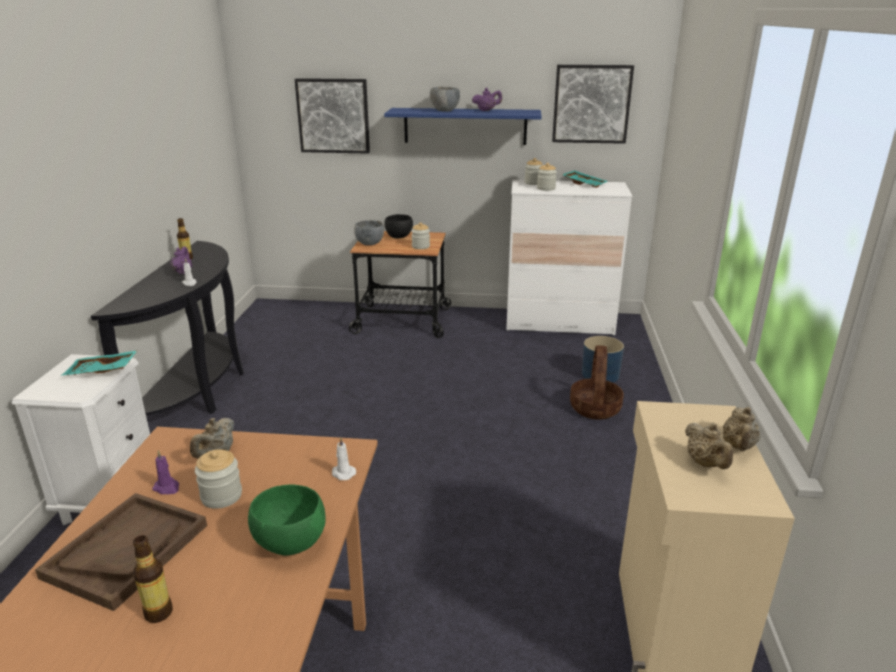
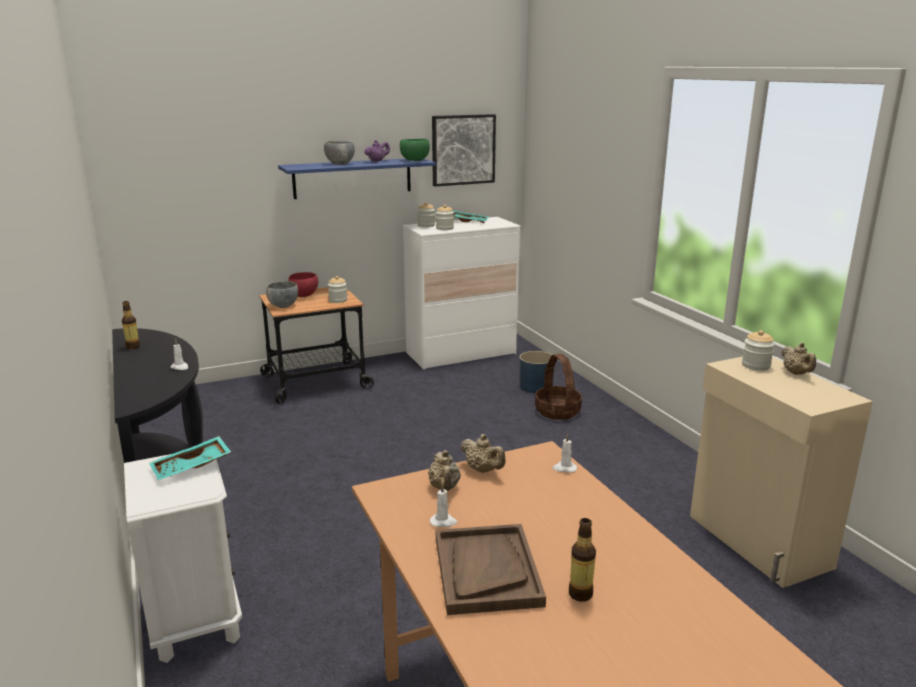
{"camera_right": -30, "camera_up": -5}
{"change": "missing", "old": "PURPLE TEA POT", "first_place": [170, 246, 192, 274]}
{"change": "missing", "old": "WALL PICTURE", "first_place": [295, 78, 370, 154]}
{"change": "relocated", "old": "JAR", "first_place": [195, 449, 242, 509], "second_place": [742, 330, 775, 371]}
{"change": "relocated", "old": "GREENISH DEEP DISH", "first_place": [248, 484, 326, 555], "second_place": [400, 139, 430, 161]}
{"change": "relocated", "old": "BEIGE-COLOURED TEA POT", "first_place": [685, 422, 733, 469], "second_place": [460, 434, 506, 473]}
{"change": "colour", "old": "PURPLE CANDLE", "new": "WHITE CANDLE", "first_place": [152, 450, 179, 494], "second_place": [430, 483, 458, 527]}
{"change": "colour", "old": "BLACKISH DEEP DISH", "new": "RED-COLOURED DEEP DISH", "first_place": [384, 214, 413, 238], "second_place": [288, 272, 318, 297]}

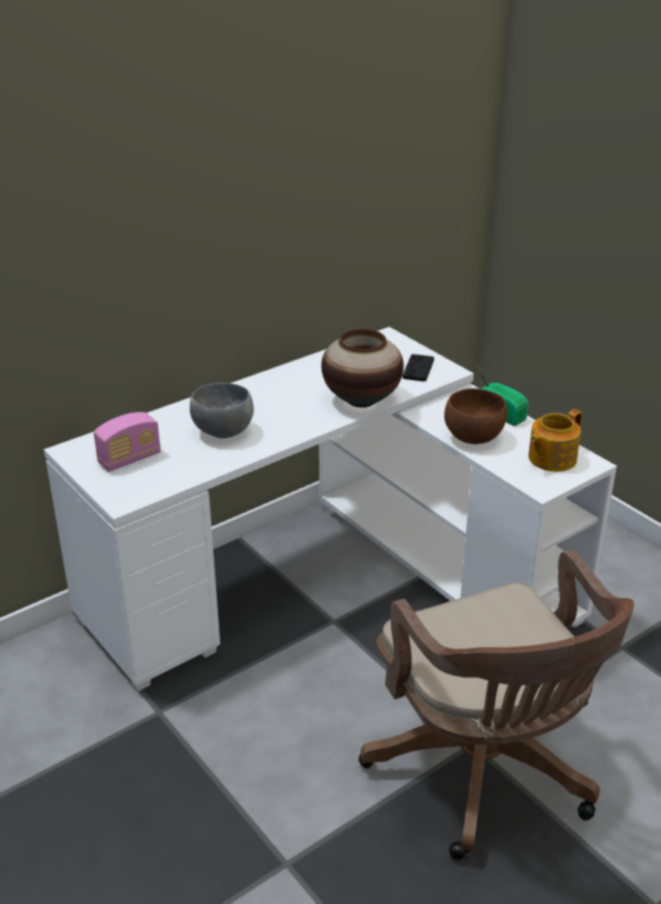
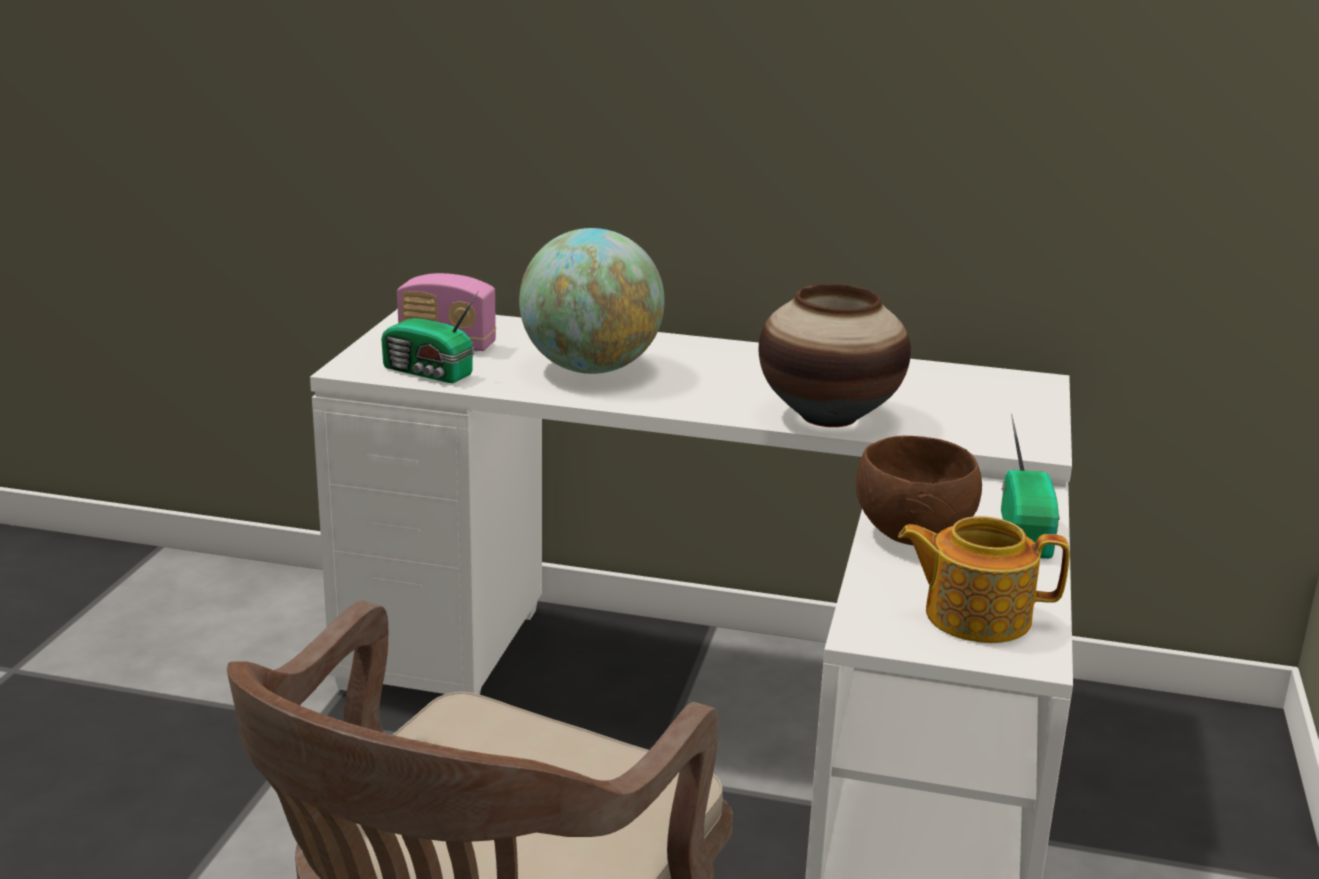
{"camera_right": 50, "camera_up": -10}
{"change": "missing", "old": "BLACKISH GAME CONTROLLER", "first_place": [402, 354, 434, 382]}
{"change": "appeared", "new": "RADIO RECEIVER", "second_place": [381, 291, 479, 383]}
{"change": "exchanged", "old": "GREY DEEP DISH", "new": "WORLD GLOBE", "first_place": [190, 383, 254, 438], "second_place": [519, 228, 665, 374]}

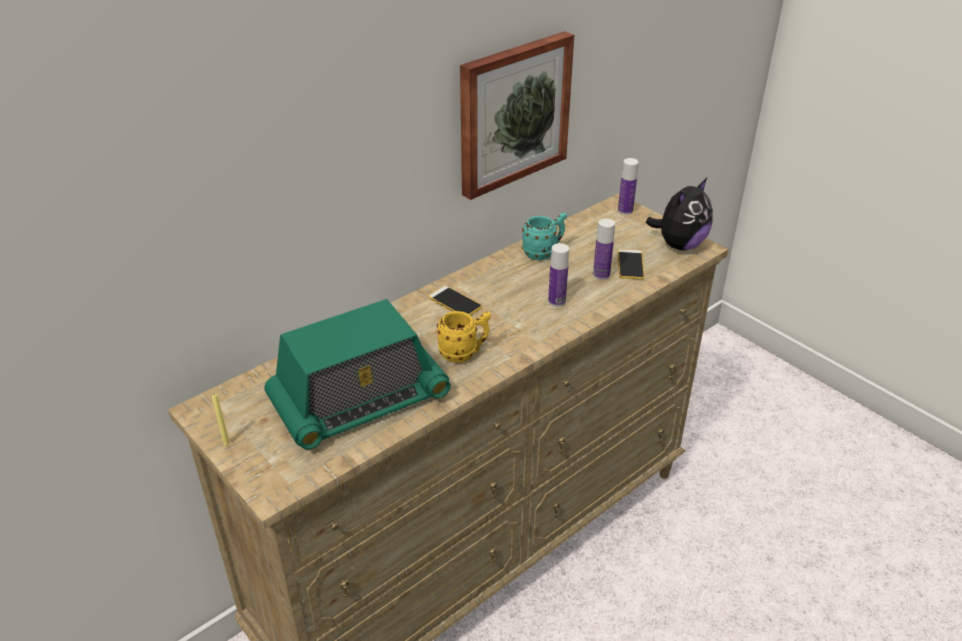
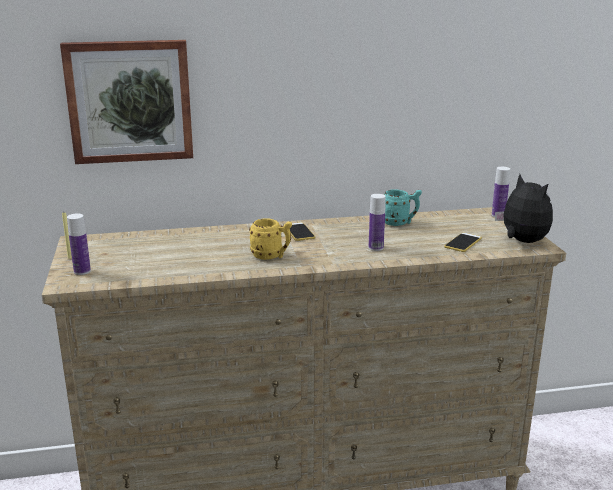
{"camera_right": 30, "camera_up": -15}
{"change": "missing", "old": "RADIO RECEIVER", "first_place": [264, 299, 451, 450]}
{"change": "relocated", "old": "WALL PICTURE", "first_place": [460, 31, 574, 200], "second_place": [60, 40, 193, 164]}
{"change": "relocated", "old": "BOTTLE", "first_place": [593, 219, 615, 280], "second_place": [67, 213, 91, 275]}
{"change": "spun", "old": "SOFT TOY", "first_place": [646, 178, 713, 250], "second_place": [495, 174, 553, 243], "degrees": -105}

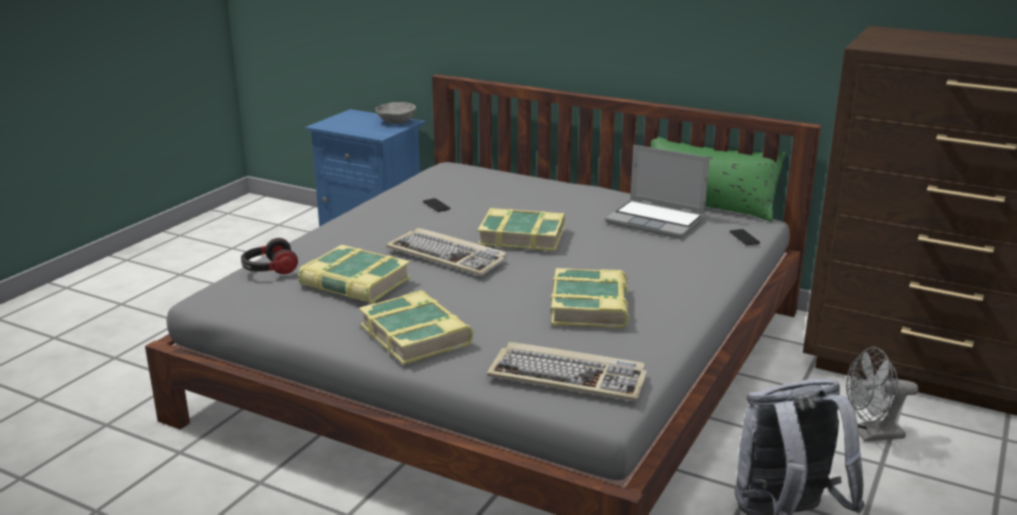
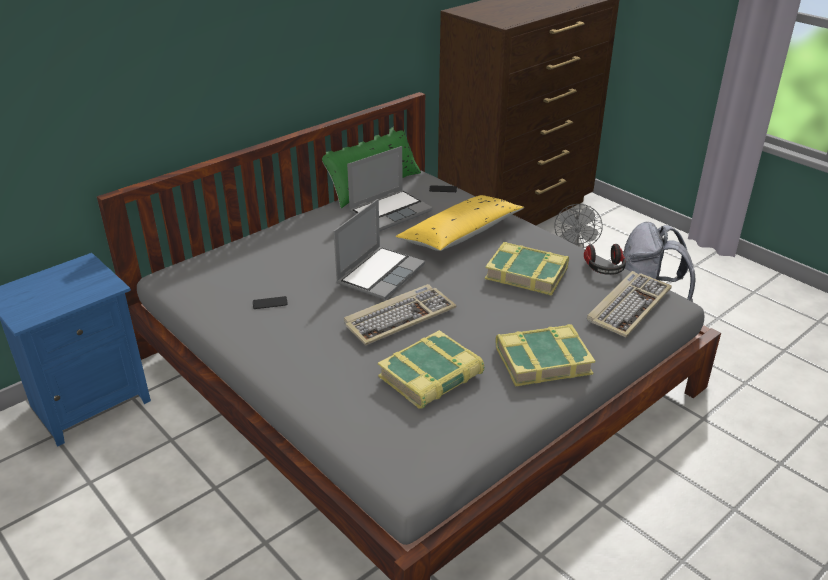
{"camera_right": -70, "camera_up": 10}
{"change": "missing", "old": "GREY DEEP DISH", "first_place": [375, 102, 416, 124]}
{"change": "appeared", "new": "YELLOW-COLOURED PILLOW", "second_place": [396, 195, 524, 251]}
{"change": "relocated", "old": "HEADPHONES", "first_place": [241, 238, 298, 274], "second_place": [584, 244, 626, 275]}
{"change": "exchanged", "old": "VOLUME", "new": "PORTABLE COMPUTER", "first_place": [478, 208, 565, 251], "second_place": [334, 199, 425, 300]}

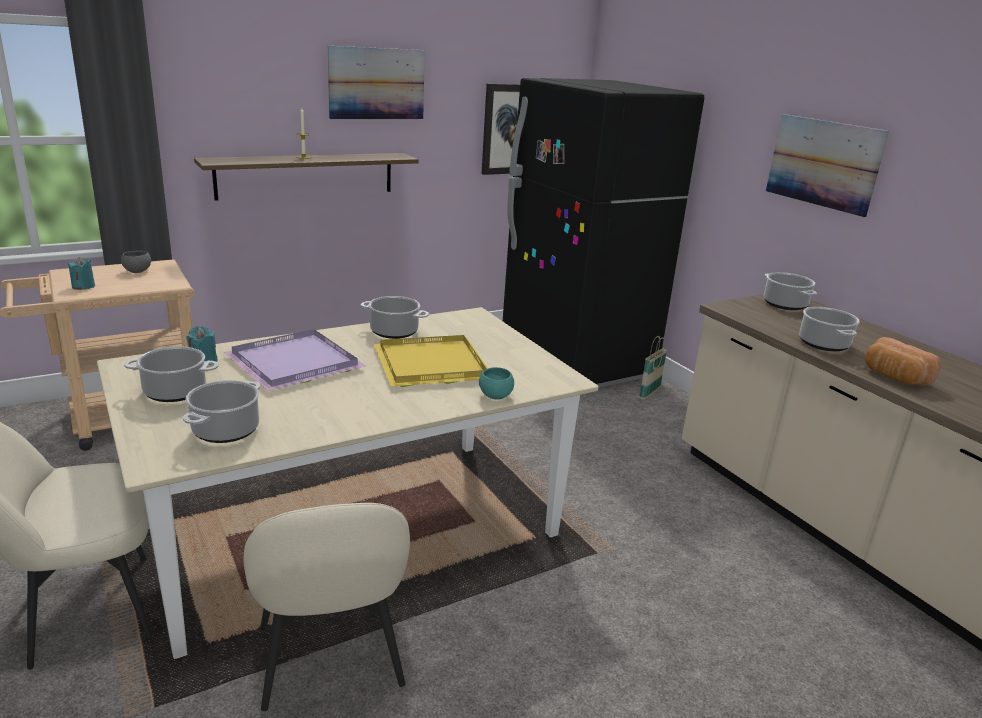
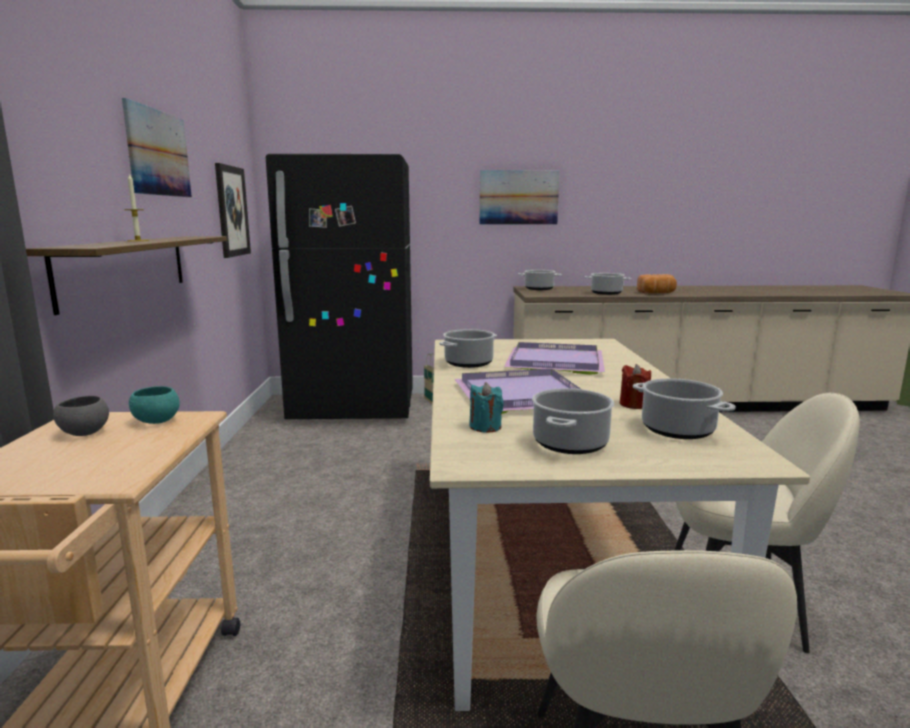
{"camera_right": -60, "camera_up": -10}
{"change": "missing", "old": "TURQUOISE CANDLE", "first_place": [68, 257, 95, 290]}
{"change": "appeared", "new": "RED-COLOURED CANDLE", "second_place": [620, 364, 651, 409]}
{"change": "relocated", "old": "TURQUOISE DEEP DISH", "first_place": [479, 367, 514, 400], "second_place": [129, 386, 180, 424]}
{"change": "colour", "old": "YELLOW-COLOURED TRAY", "new": "PURPLE TRAY", "first_place": [374, 335, 488, 387], "second_place": [504, 342, 605, 375]}

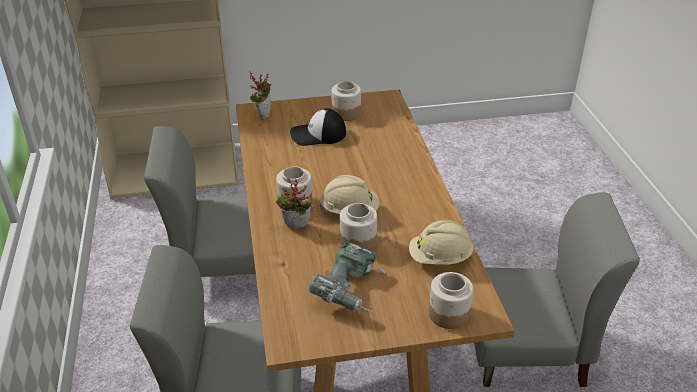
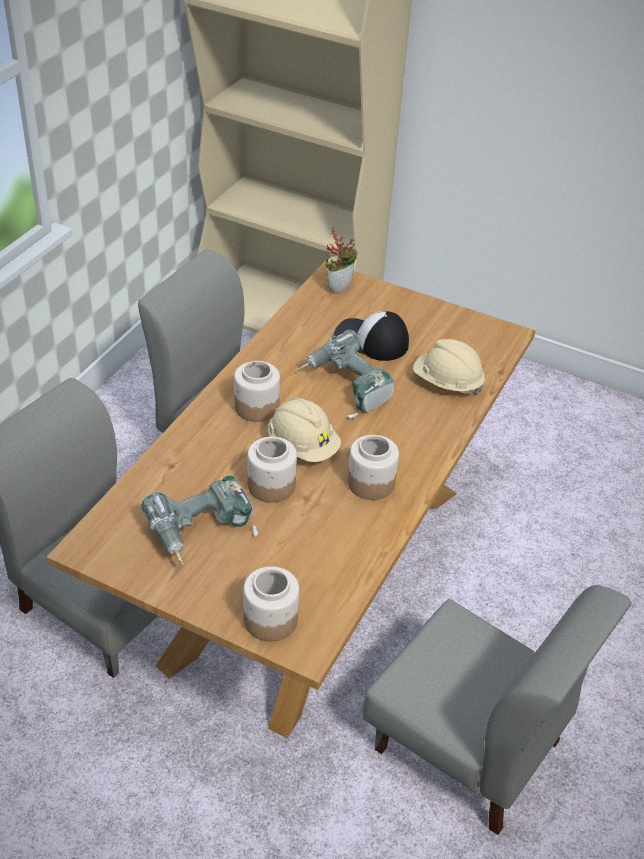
{"camera_right": 35, "camera_up": 5}
{"change": "missing", "old": "PLANT IN A POT", "first_place": [276, 178, 311, 228]}
{"change": "appeared", "new": "DRILL", "second_place": [298, 329, 394, 419]}
{"change": "relocated", "old": "JAR", "first_place": [331, 81, 361, 121], "second_place": [348, 435, 399, 500]}
{"change": "relocated", "old": "BEIGE-COLOURED HARD HAT", "first_place": [409, 220, 473, 265], "second_place": [413, 339, 485, 395]}

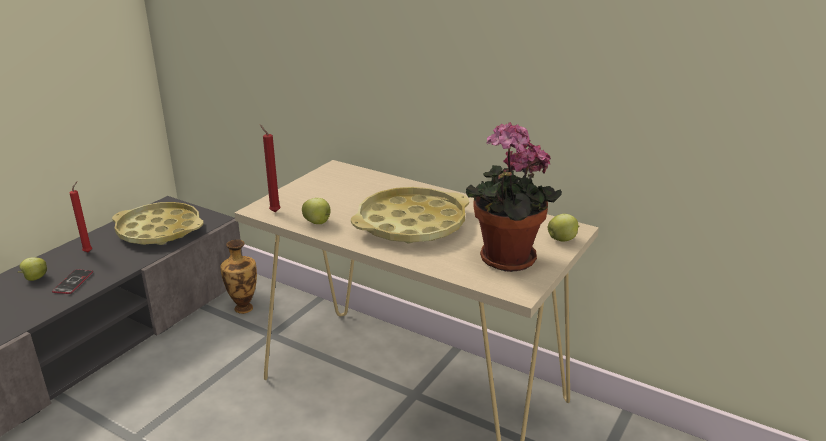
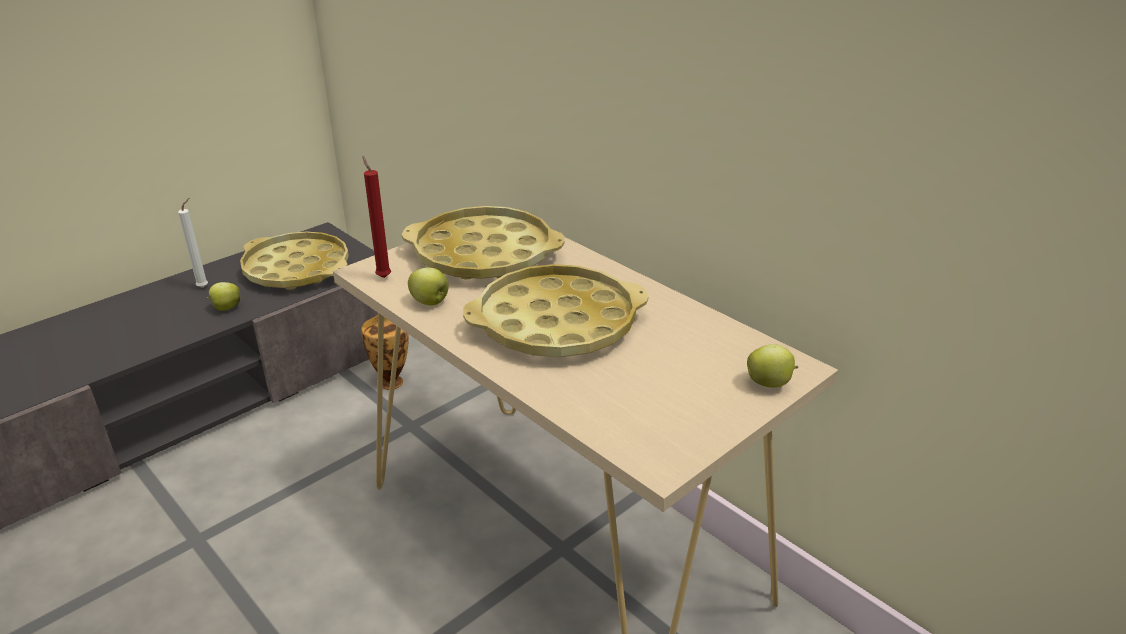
{"camera_right": 15, "camera_up": 5}
{"change": "missing", "old": "TELEPHONE", "first_place": [52, 269, 93, 294]}
{"change": "missing", "old": "PLANT IN A POT", "first_place": [466, 122, 562, 272]}
{"change": "appeared", "new": "YELLOW-COLOURED TRAY", "second_place": [402, 206, 564, 280]}
{"change": "relocated", "old": "APPLE FRUIT", "first_place": [18, 257, 47, 281], "second_place": [206, 282, 240, 311]}
{"change": "colour", "old": "RED-COLOURED CANDLE", "new": "WHITE CANDLE", "first_place": [69, 182, 92, 252], "second_place": [178, 198, 208, 288]}

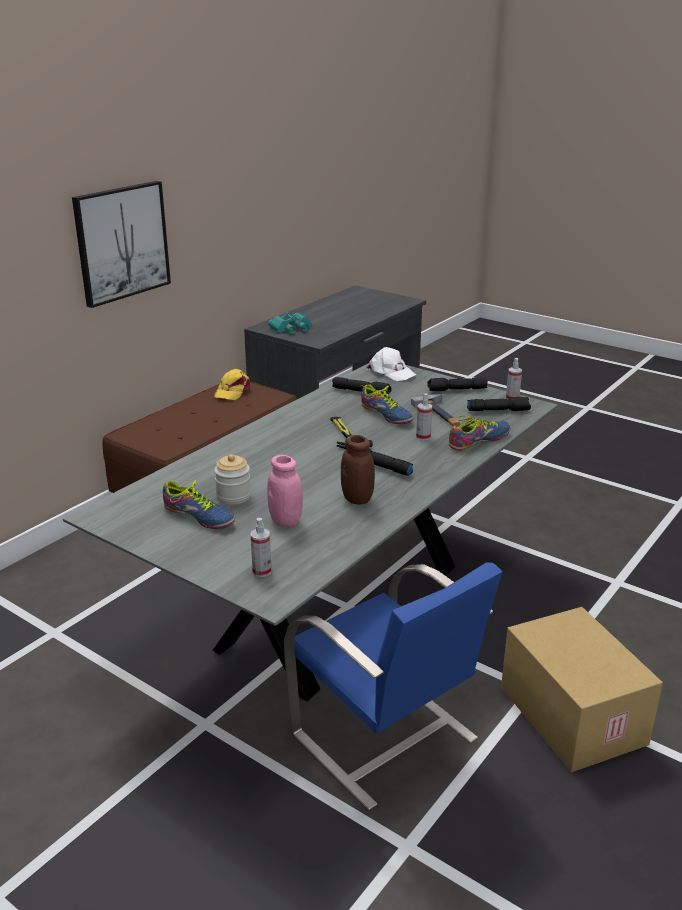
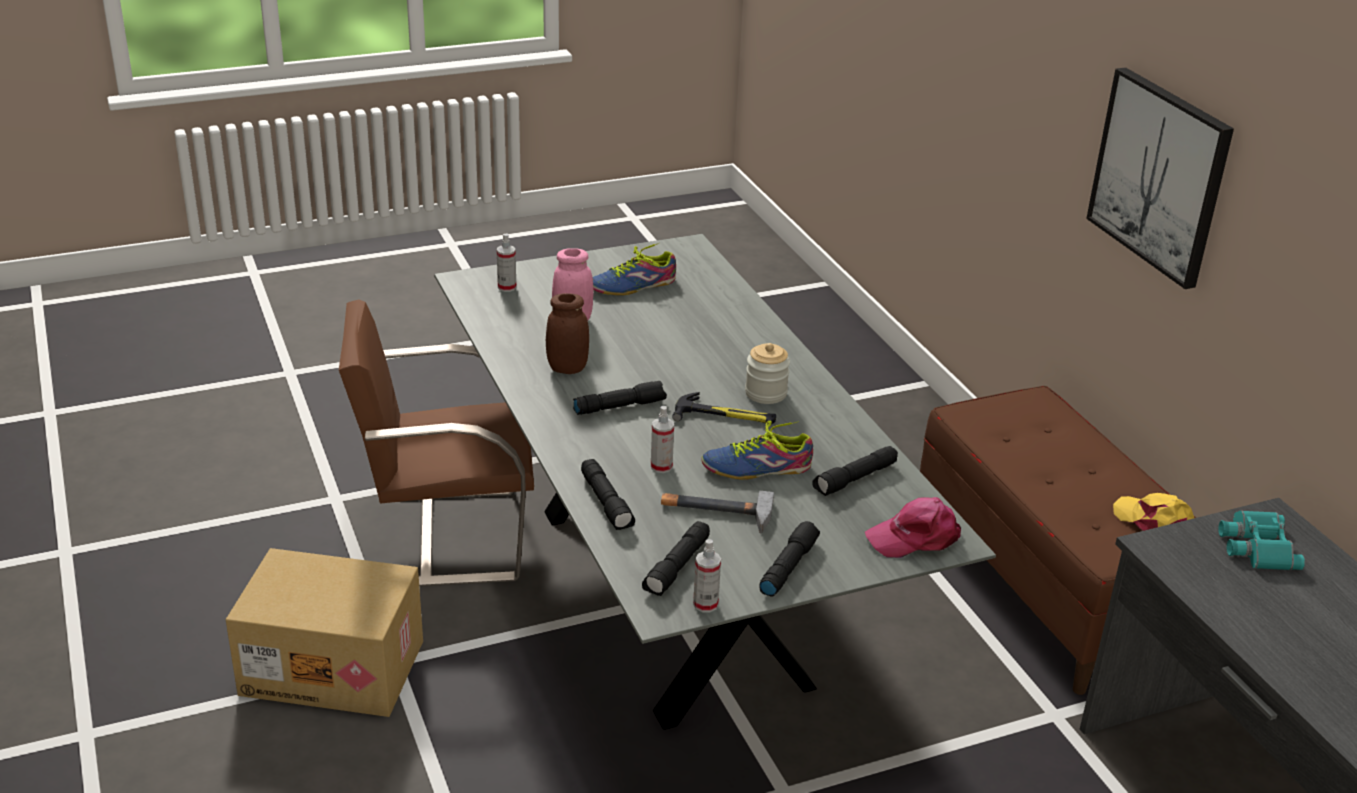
{"camera_right": 120, "camera_up": 5}
{"change": "relocated", "old": "JAR", "first_place": [214, 454, 251, 505], "second_place": [745, 343, 790, 404]}
{"change": "exchanged", "old": "SHOE", "new": "BLACKISH FLASHLIGHT", "first_place": [449, 415, 510, 450], "second_place": [581, 459, 635, 530]}
{"change": "colour", "old": "BLUE UPRIGHT CHAIR", "new": "BROWN-COLOURED UPRIGHT CHAIR", "first_place": [284, 562, 503, 811], "second_place": [339, 299, 534, 586]}
{"change": "colour", "old": "WHITE CAP", "new": "PINKISH CAP", "first_place": [366, 347, 416, 381], "second_place": [865, 497, 961, 558]}

